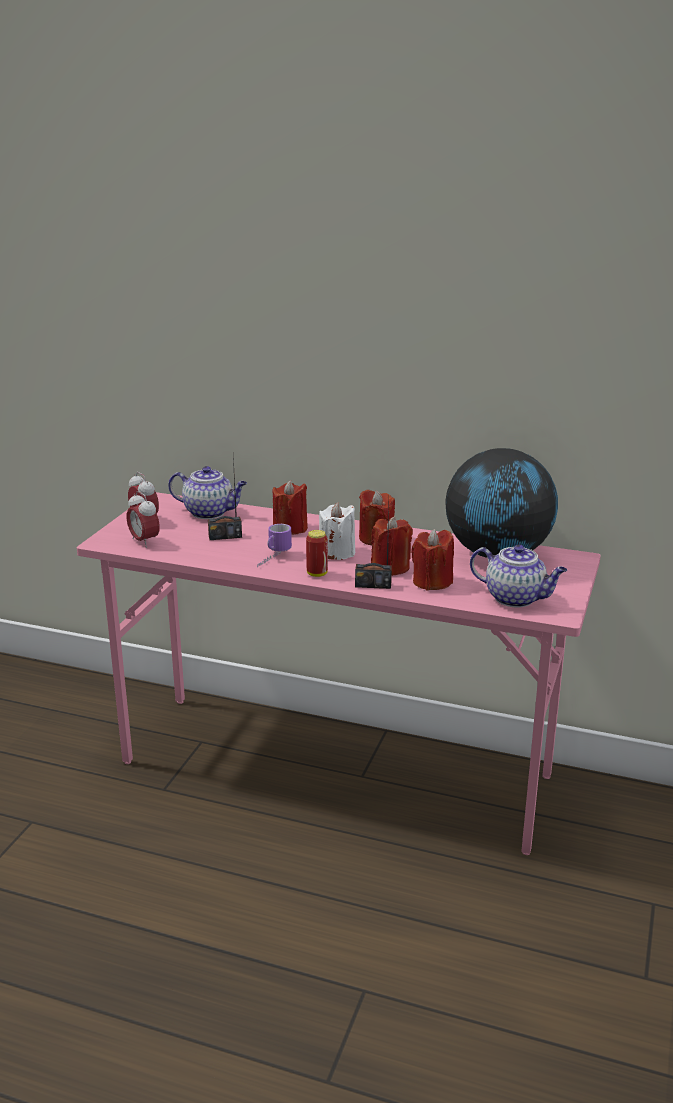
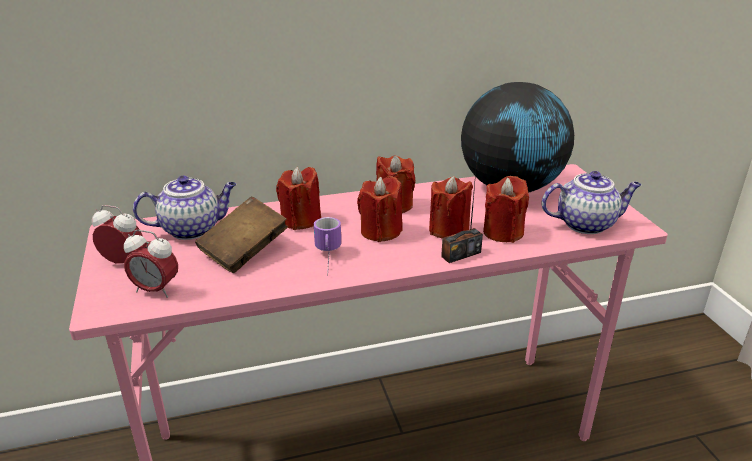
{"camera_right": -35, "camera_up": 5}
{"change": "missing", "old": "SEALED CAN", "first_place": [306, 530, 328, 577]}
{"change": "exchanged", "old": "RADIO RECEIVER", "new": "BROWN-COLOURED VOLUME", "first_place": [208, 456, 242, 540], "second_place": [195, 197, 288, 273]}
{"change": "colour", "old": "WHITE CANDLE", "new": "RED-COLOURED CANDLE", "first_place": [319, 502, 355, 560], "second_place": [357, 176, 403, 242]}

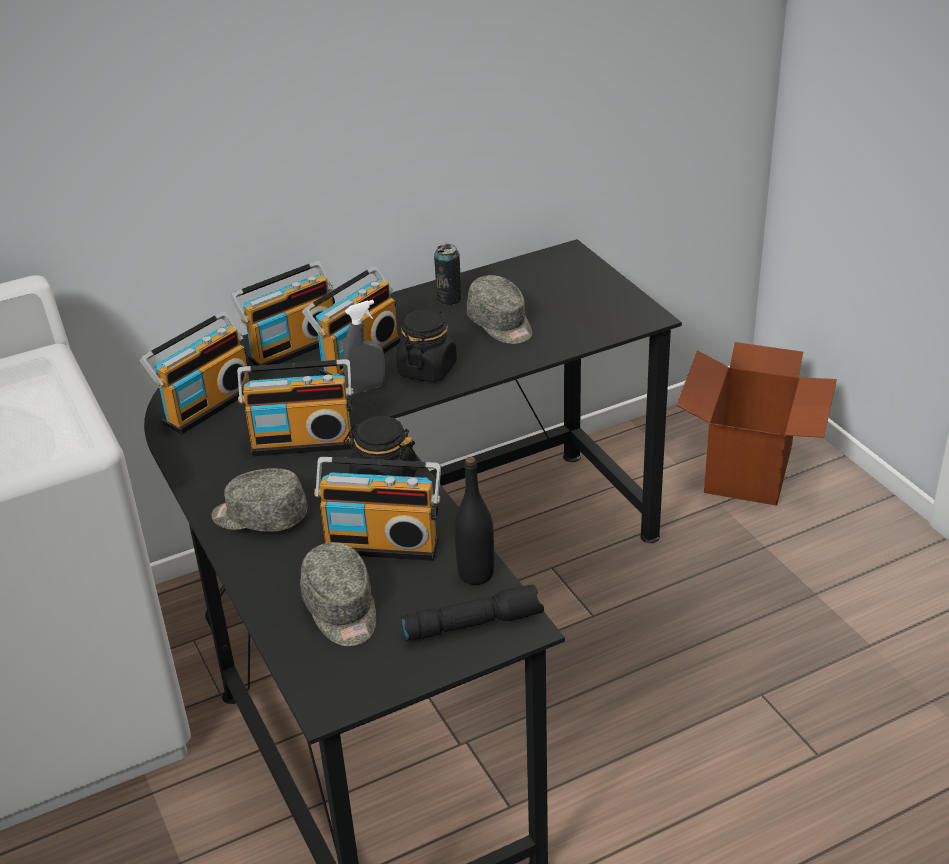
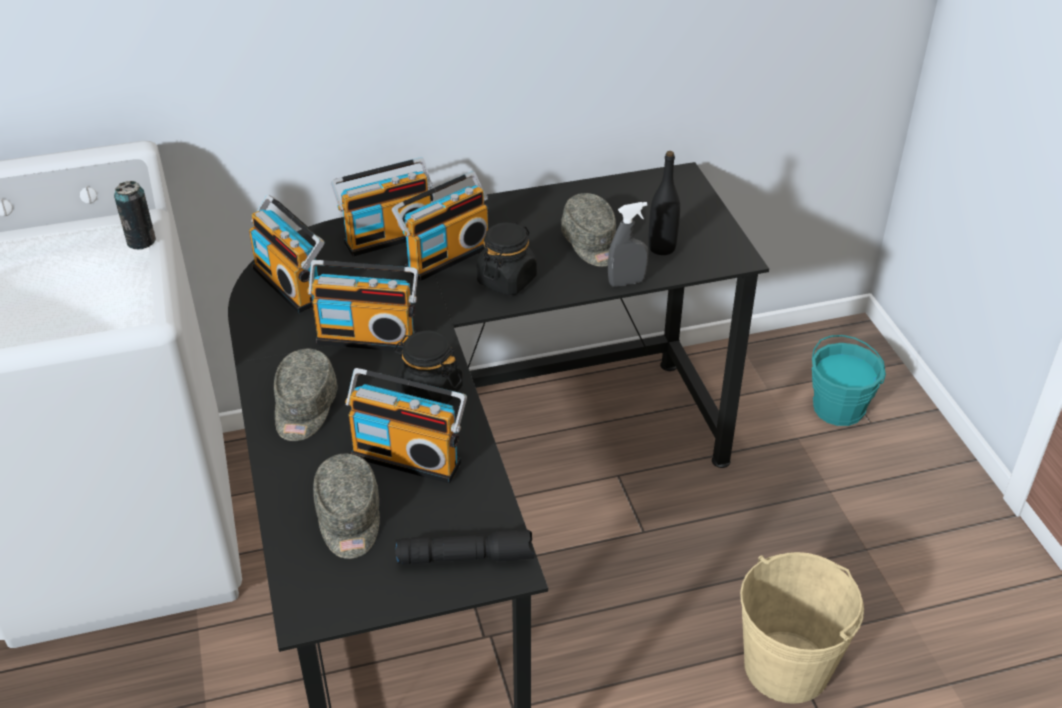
{"camera_right": 10, "camera_up": 5}
{"change": "appeared", "new": "BEIGE-COLOURED PAIL", "second_place": [740, 552, 864, 704]}
{"change": "relocated", "old": "GREY SPRAY BOTTLE", "first_place": [343, 300, 385, 394], "second_place": [608, 202, 648, 287]}
{"change": "relocated", "old": "SEALED CAN", "first_place": [434, 244, 462, 305], "second_place": [114, 181, 156, 250]}
{"change": "relocated", "old": "BLACKISH BOTTLE", "first_place": [455, 457, 494, 585], "second_place": [648, 151, 680, 255]}
{"change": "exchanged", "old": "PACKING BOX", "new": "TURQUOISE PAIL", "first_place": [676, 342, 837, 506], "second_place": [812, 335, 886, 426]}
{"change": "spun", "old": "RADIO RECEIVER", "first_place": [140, 311, 249, 435], "second_place": [249, 195, 325, 313], "degrees": 90}
{"change": "spun", "old": "GREY CAP", "first_place": [211, 468, 308, 532], "second_place": [274, 349, 338, 441], "degrees": -105}

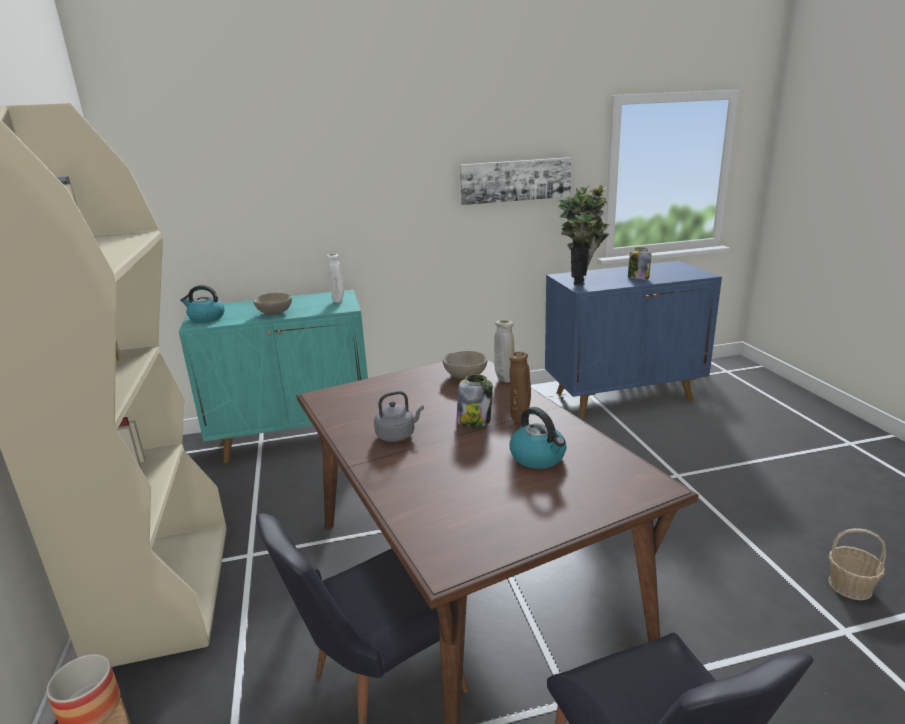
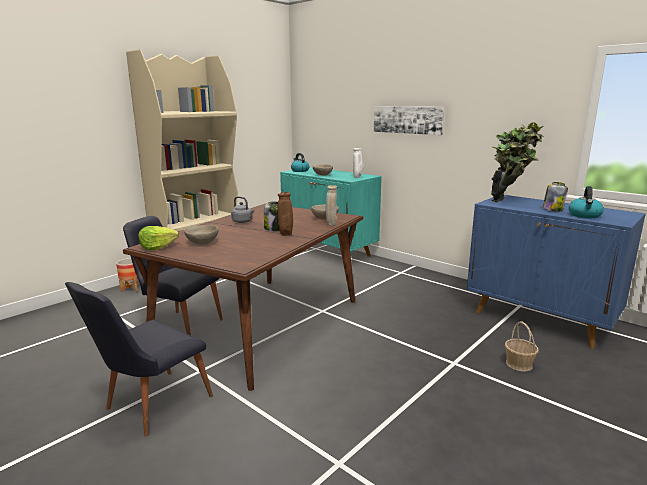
{"camera_right": 55, "camera_up": -5}
{"change": "appeared", "new": "HEAD OF LETTUCE", "second_place": [138, 226, 179, 251]}
{"change": "appeared", "new": "BEIGE-COLOURED DEEP DISH", "second_place": [184, 225, 218, 244]}
{"change": "relocated", "old": "WALL PICTURE", "first_place": [460, 157, 572, 205], "second_place": [374, 106, 445, 135]}
{"change": "relocated", "old": "KETTLE", "first_place": [510, 407, 566, 469], "second_place": [568, 186, 604, 218]}
{"change": "relocated", "old": "STORAGE BASKET", "first_place": [828, 528, 886, 600], "second_place": [505, 321, 538, 371]}

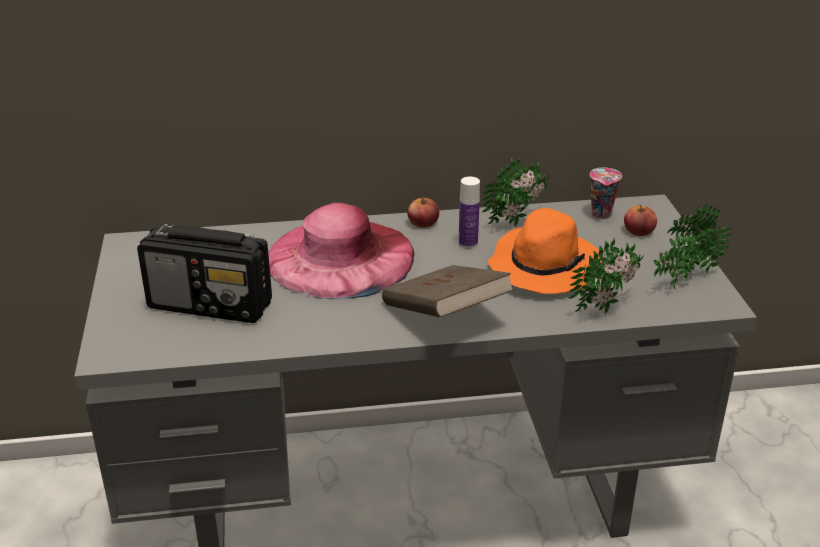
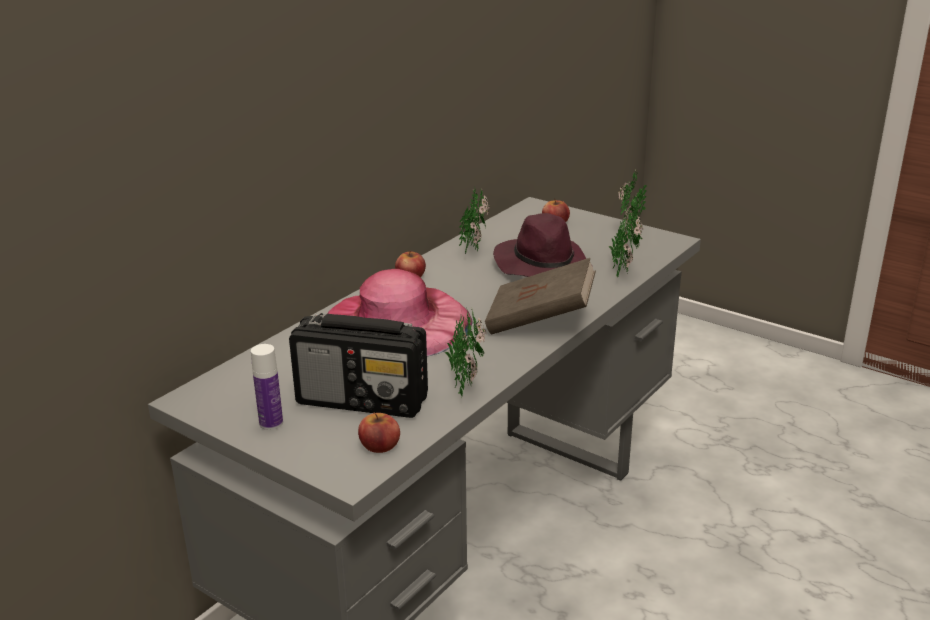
{"camera_right": -45, "camera_up": -5}
{"change": "missing", "old": "CUP", "first_place": [590, 167, 622, 219]}
{"change": "appeared", "new": "APPLE FRUIT", "second_place": [358, 412, 400, 453]}
{"change": "appeared", "new": "PLANT IN A POT", "second_place": [444, 307, 487, 398]}
{"change": "relocated", "old": "BOTTLE", "first_place": [458, 177, 480, 248], "second_place": [251, 344, 283, 430]}
{"change": "colour", "old": "ORANGEY WEARABLE HAT", "new": "PURPLE WEARABLE HAT", "first_place": [488, 208, 602, 294], "second_place": [493, 213, 593, 277]}
{"change": "spun", "old": "RADIO RECEIVER", "first_place": [137, 223, 272, 323], "second_place": [289, 313, 428, 418], "degrees": 45}

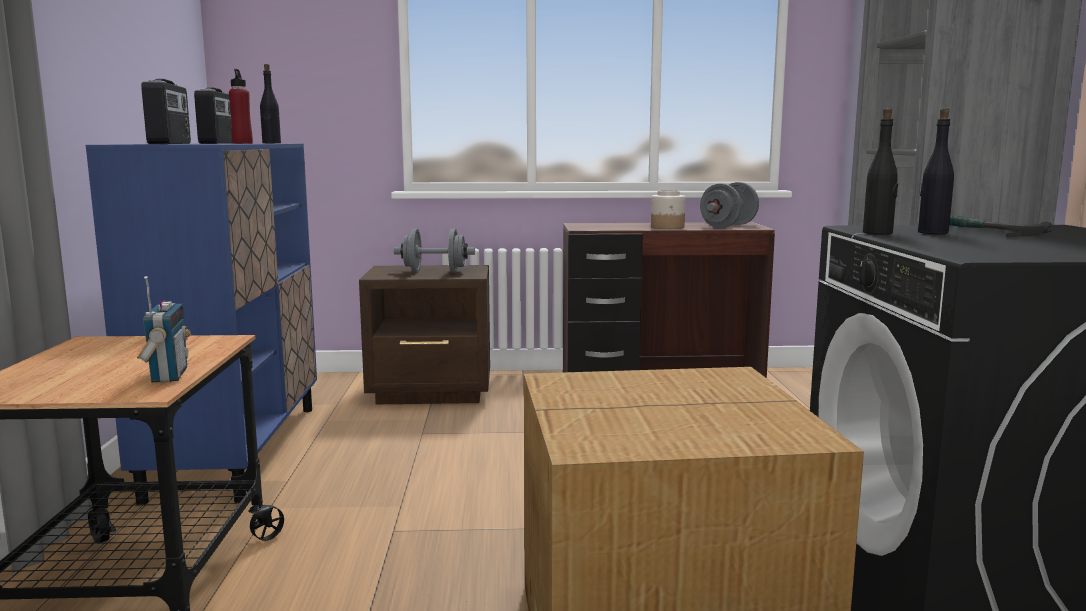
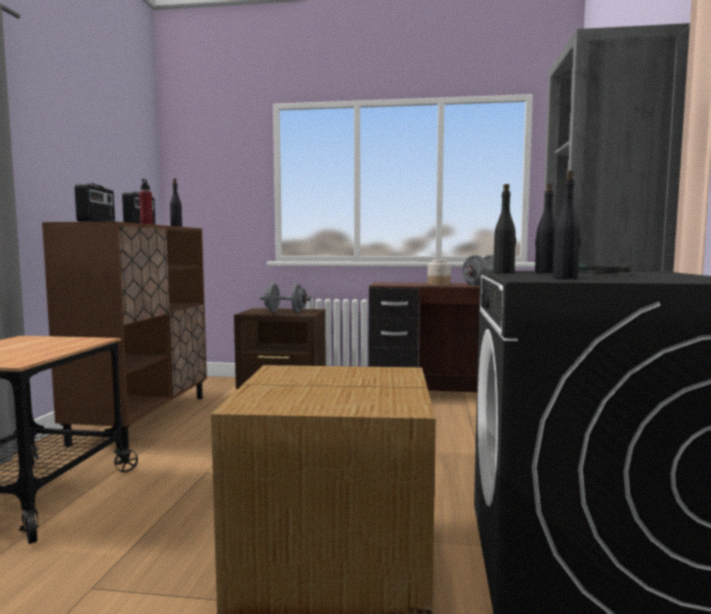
{"camera_right": 10, "camera_up": -5}
{"change": "missing", "old": "RADIO RECEIVER", "first_place": [137, 276, 191, 383]}
{"change": "appeared", "new": "BLACKISH BOTTLE", "second_place": [552, 170, 581, 279]}
{"change": "colour", "old": "BLUE CABINET", "new": "BROWN-COLOURED CABINET", "first_place": [86, 144, 317, 505], "second_place": [42, 222, 207, 449]}

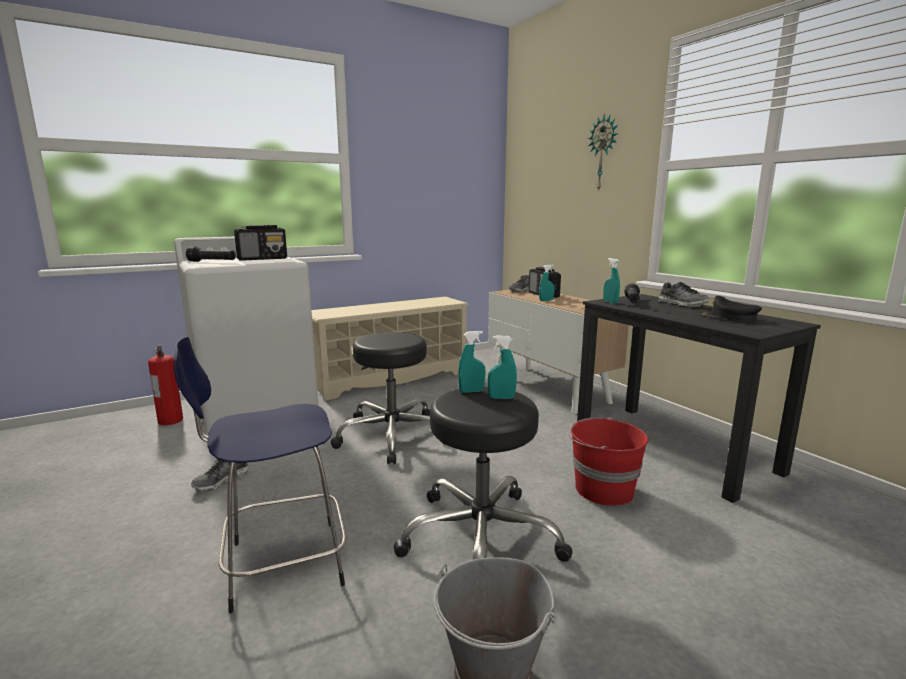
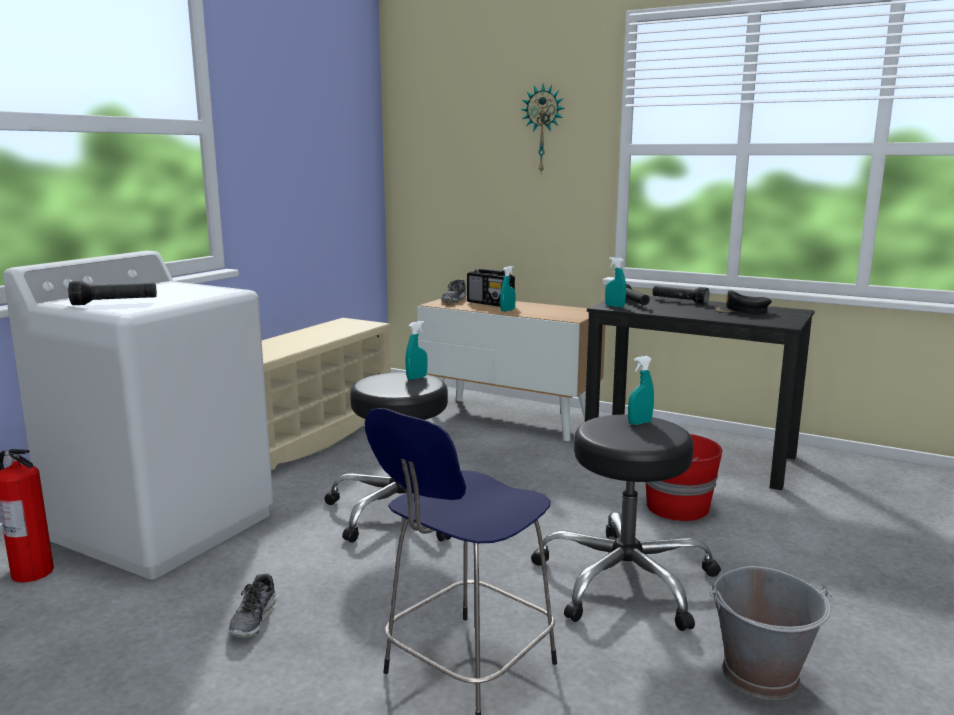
{"camera_right": -30, "camera_up": 0}
{"change": "missing", "old": "RADIO RECEIVER", "first_place": [234, 225, 287, 261]}
{"change": "relocated", "old": "TURQUOISE SPRAY BOTTLE", "first_place": [458, 331, 486, 393], "second_place": [405, 321, 428, 380]}
{"change": "exchanged", "old": "SHOE", "new": "BLACKISH FLASHLIGHT", "first_place": [658, 282, 709, 307], "second_place": [652, 286, 709, 305]}

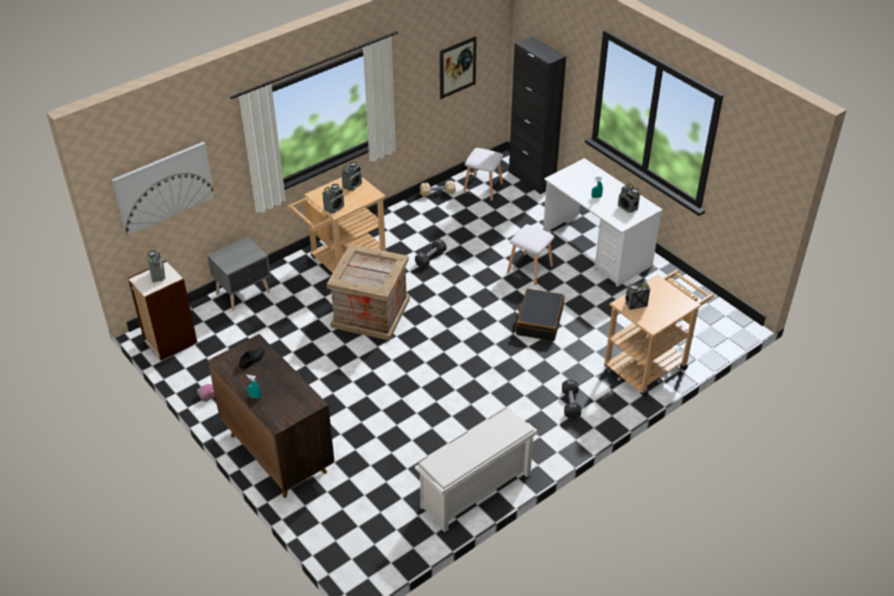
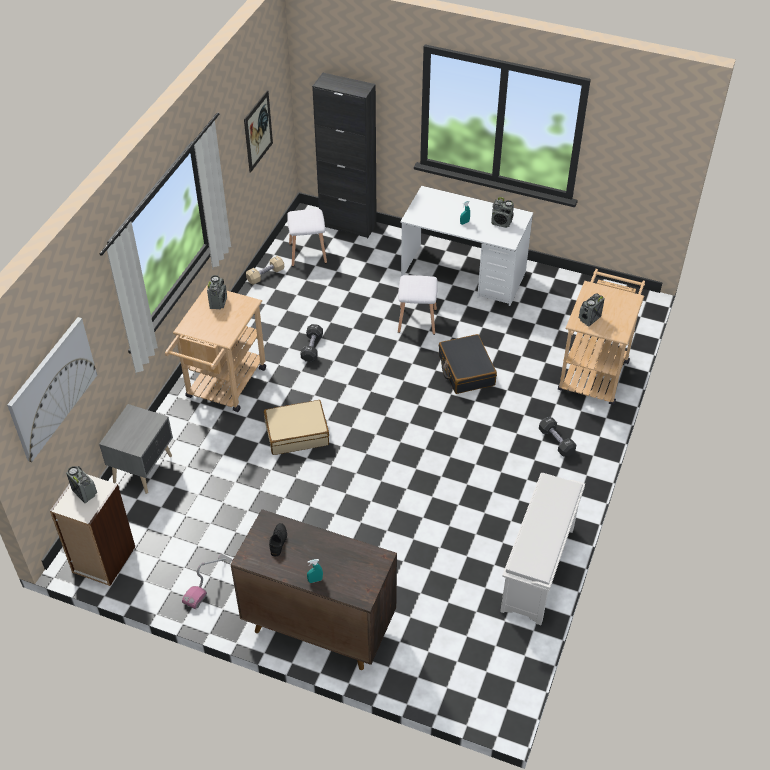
{"camera_right": -30, "camera_up": 5}
{"change": "missing", "old": "RADIO RECEIVER", "first_place": [322, 184, 344, 213]}
{"change": "exchanged", "old": "PACKING CRATE", "new": "BEIGE-COLOURED PIECE OF LUGGAGE", "first_place": [327, 244, 410, 341], "second_place": [264, 400, 329, 455]}

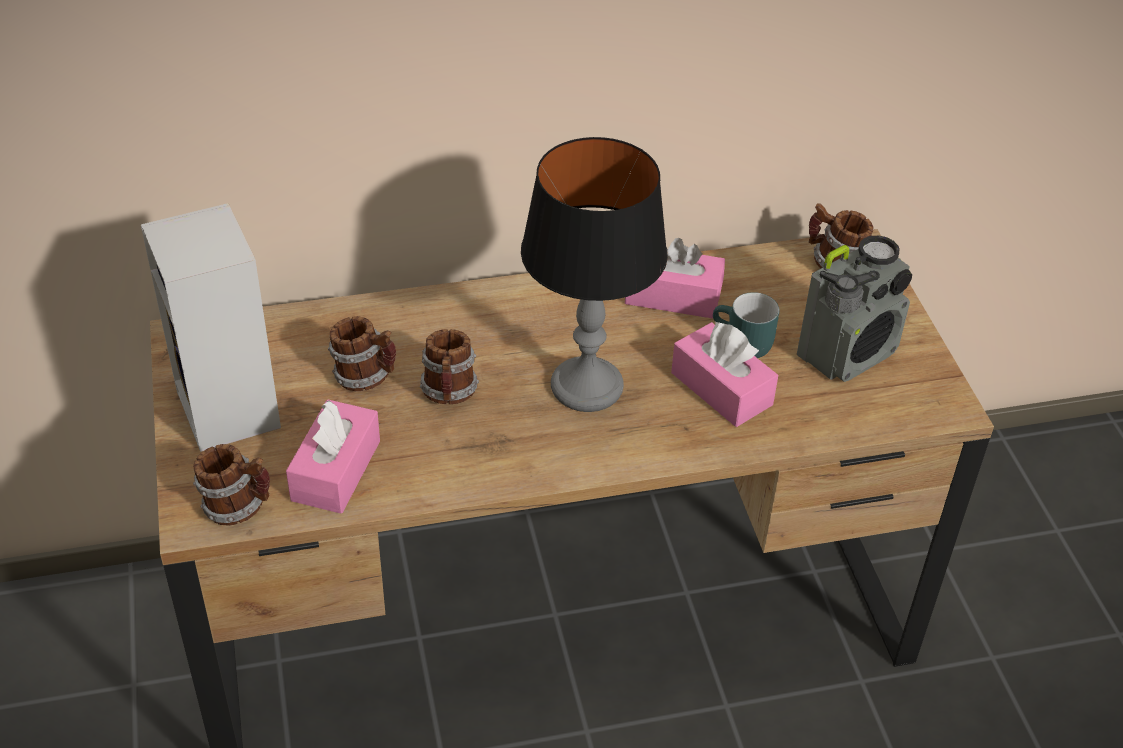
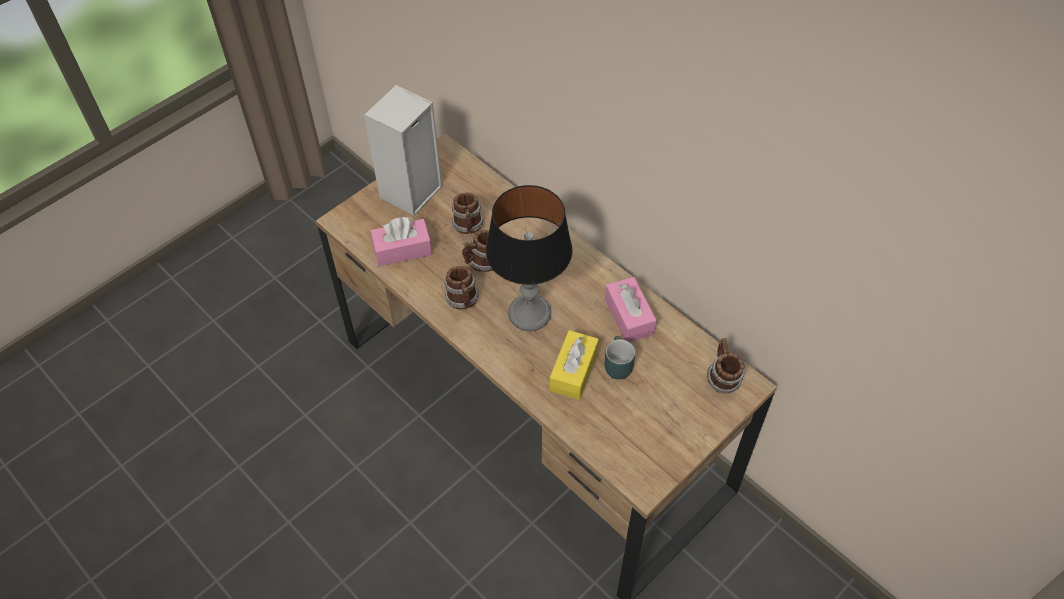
{"camera_right": 60, "camera_up": 10}
{"change": "missing", "old": "RADIO RECEIVER", "first_place": [797, 235, 912, 382]}
{"change": "relocated", "old": "MUG", "first_place": [193, 444, 270, 526], "second_place": [444, 266, 479, 310]}
{"change": "colour", "old": "PINKISH TISSUE BOX", "new": "YELLOW-COLOURED TISSUE BOX", "first_place": [671, 321, 778, 427], "second_place": [550, 330, 599, 400]}

